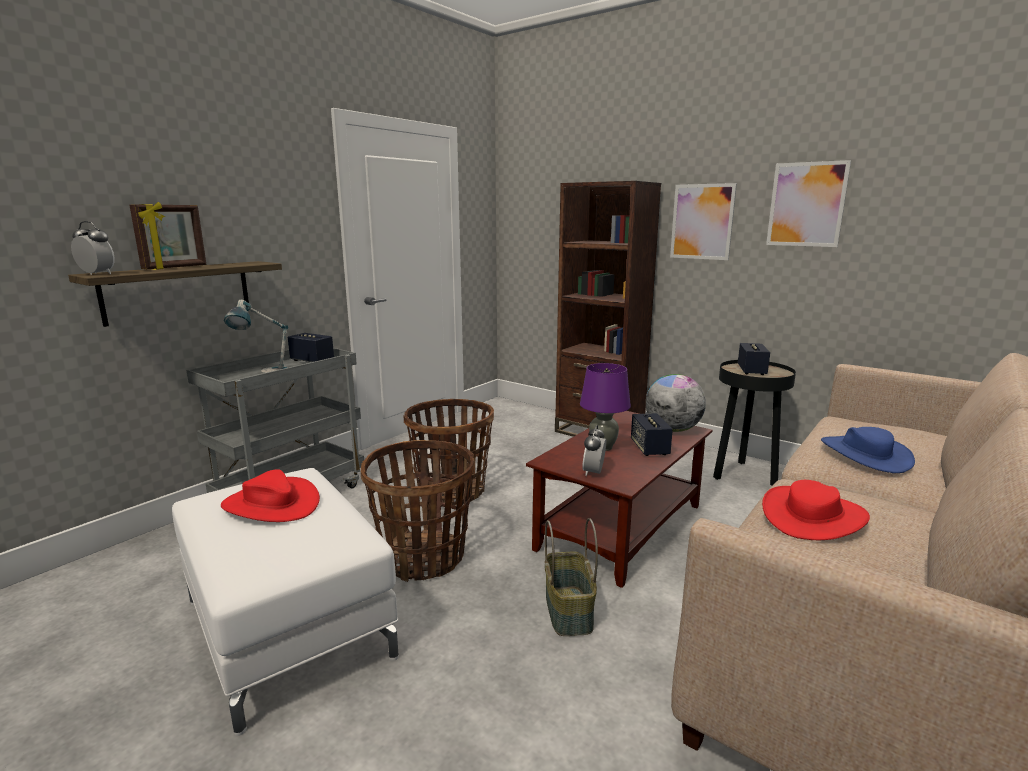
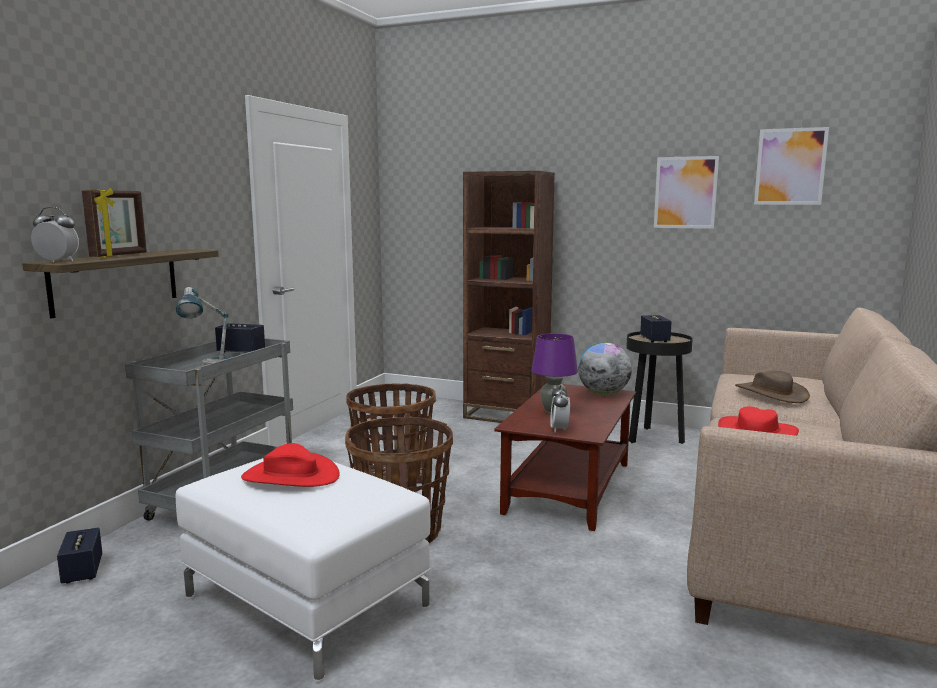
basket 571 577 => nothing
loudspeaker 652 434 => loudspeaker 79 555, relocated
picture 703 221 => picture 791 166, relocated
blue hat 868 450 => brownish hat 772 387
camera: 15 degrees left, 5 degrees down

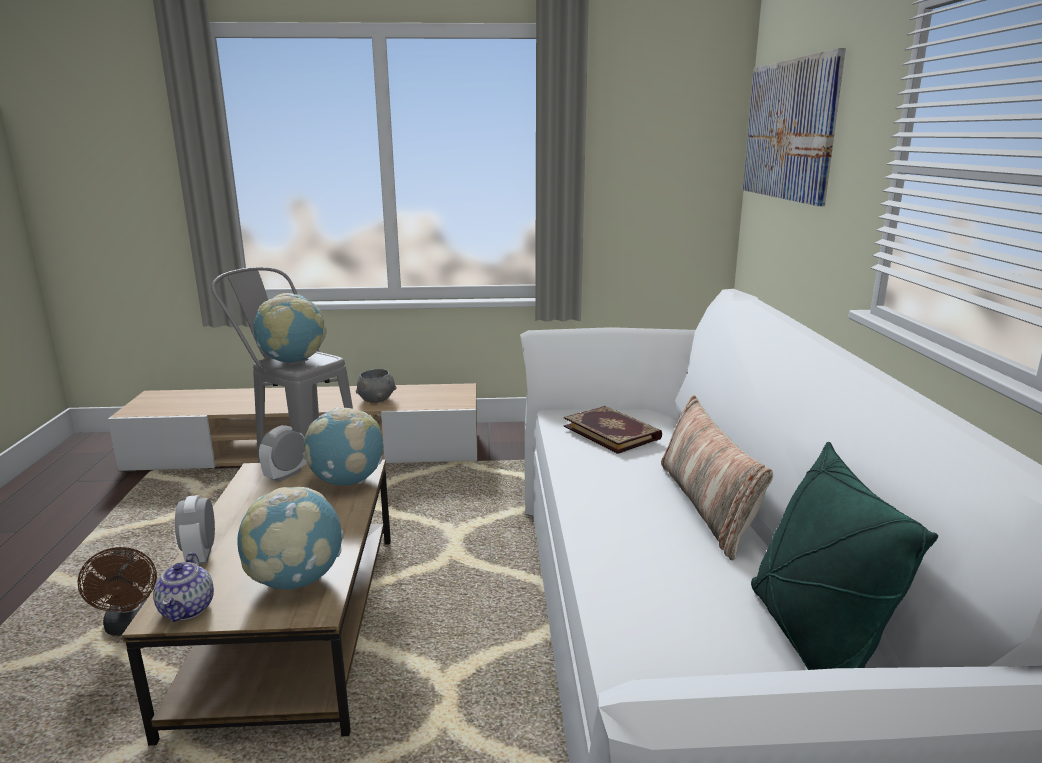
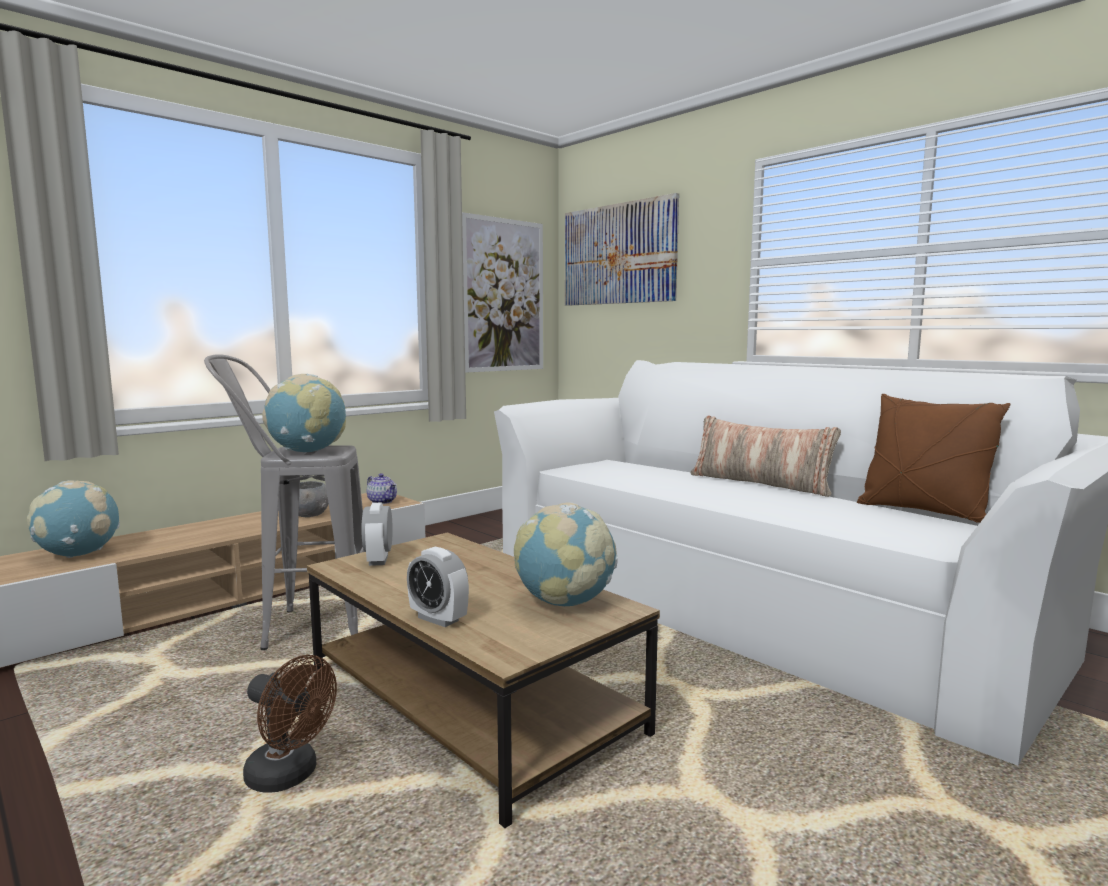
teapot 183 587 => teapot 382 488, relocated
globe 343 446 => globe 73 519, relocated
book 613 430 => nothing
green pillow 844 556 => brownish pillow 933 458
nothing => picture 502 292
camera: 40 degrees left, 10 degrees down

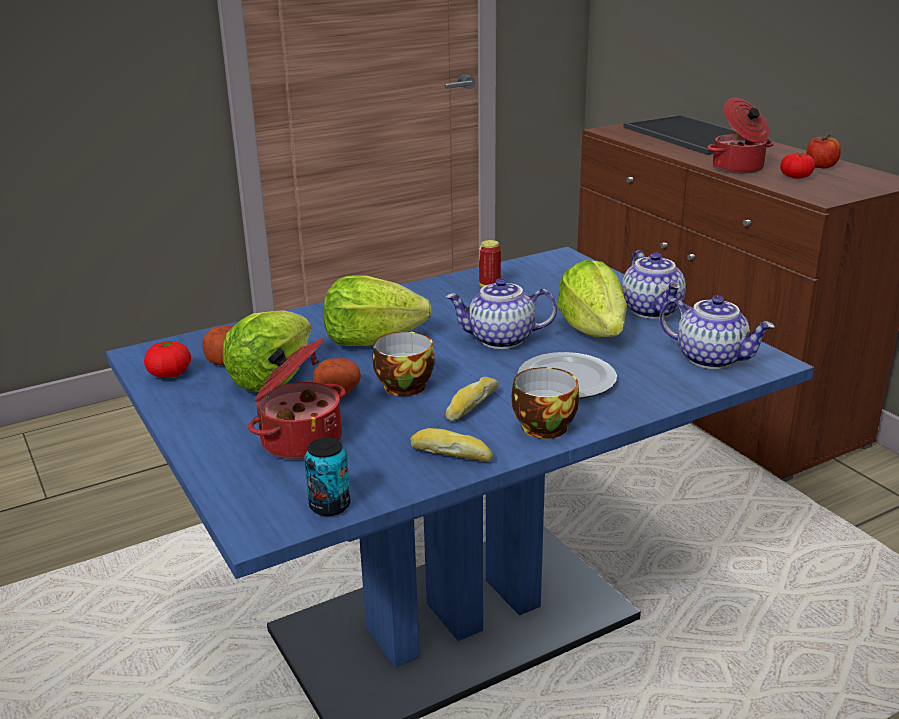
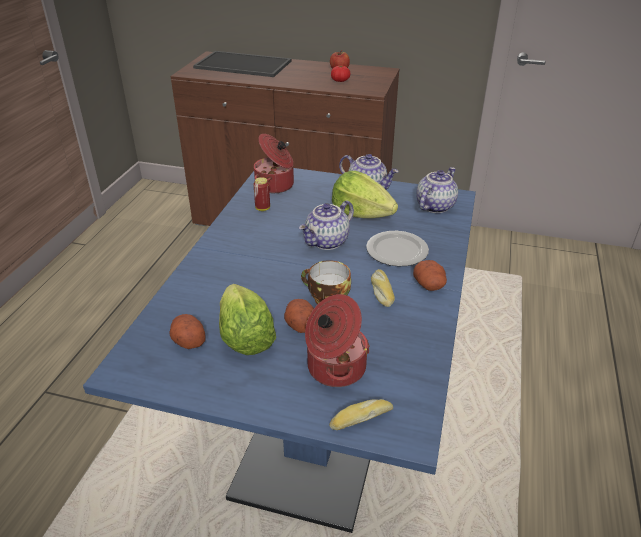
fresh tomato 167 359 => nothing
sealed can 327 477 => nothing
lettuce 378 310 => nothing
bakery bread 451 445 => bakery bread 361 414, relocated
drinking cup 545 403 => whole potato 430 275
teapot 717 332 => teapot 437 190, 45 degrees counterclockwise
stockpot 740 136 => stockpot 274 163, relocated
camera: 45 degrees left, 10 degrees up

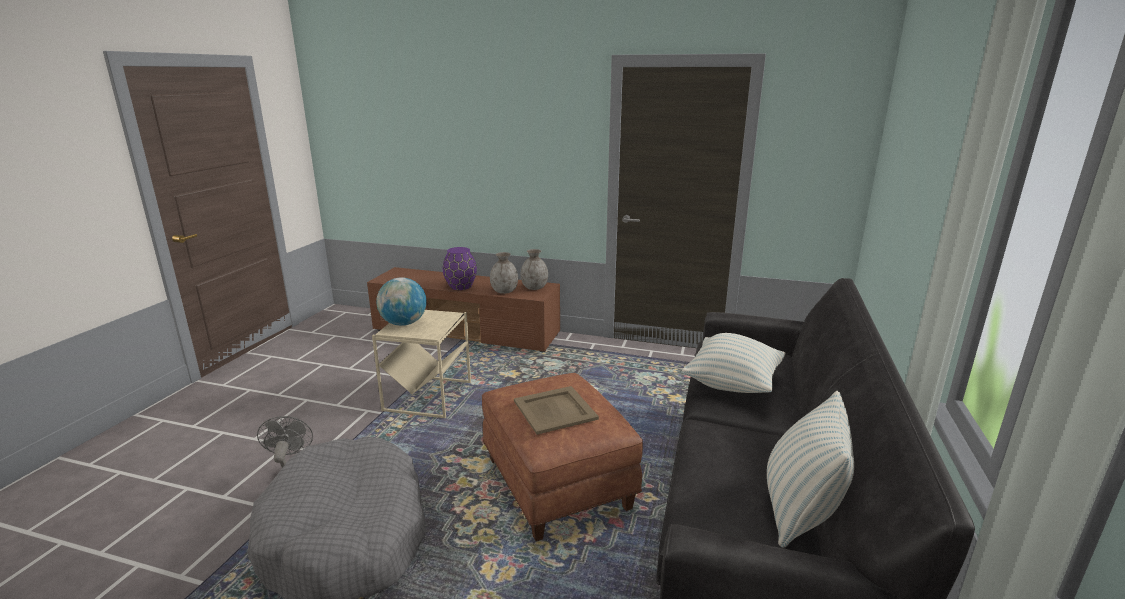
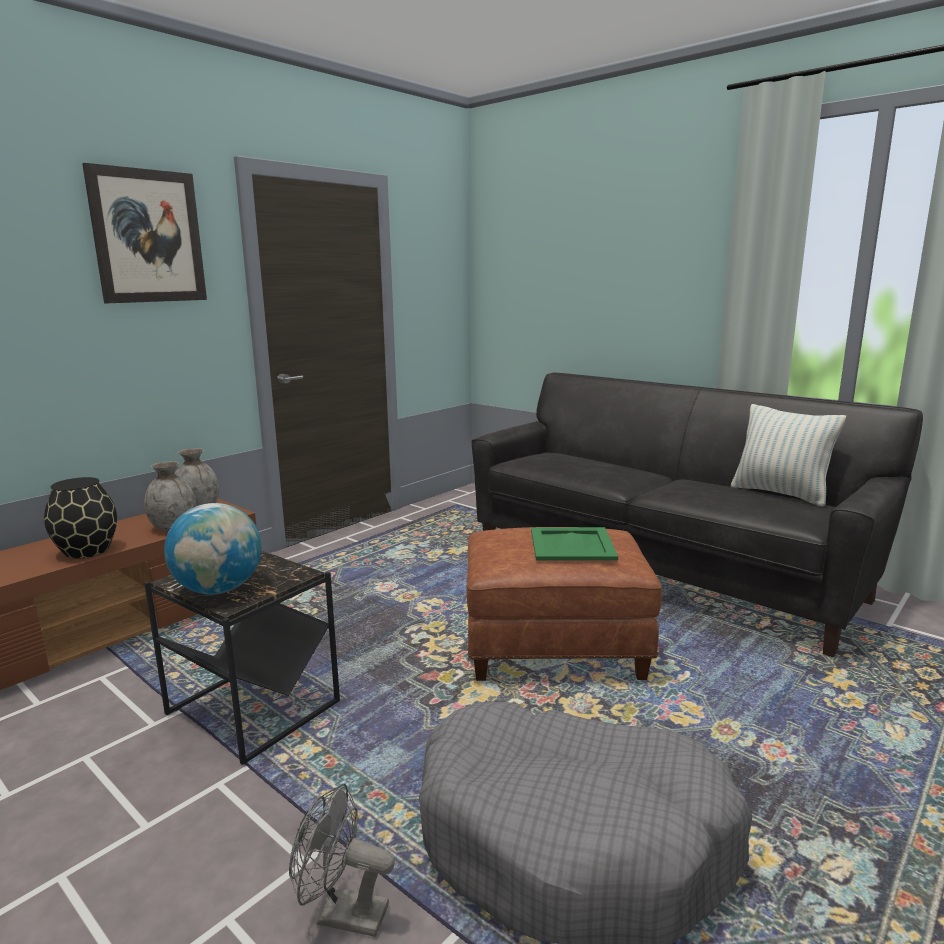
sand-coloured end table 421 364 => black end table 242 657
purple-coloured decorative vase 459 268 => black decorative vase 80 518
sand-coloured carrying tray 556 410 => green carrying tray 574 544
pillow 733 363 => nothing
nothing => picture 144 233
camera: 65 degrees left, 5 degrees down

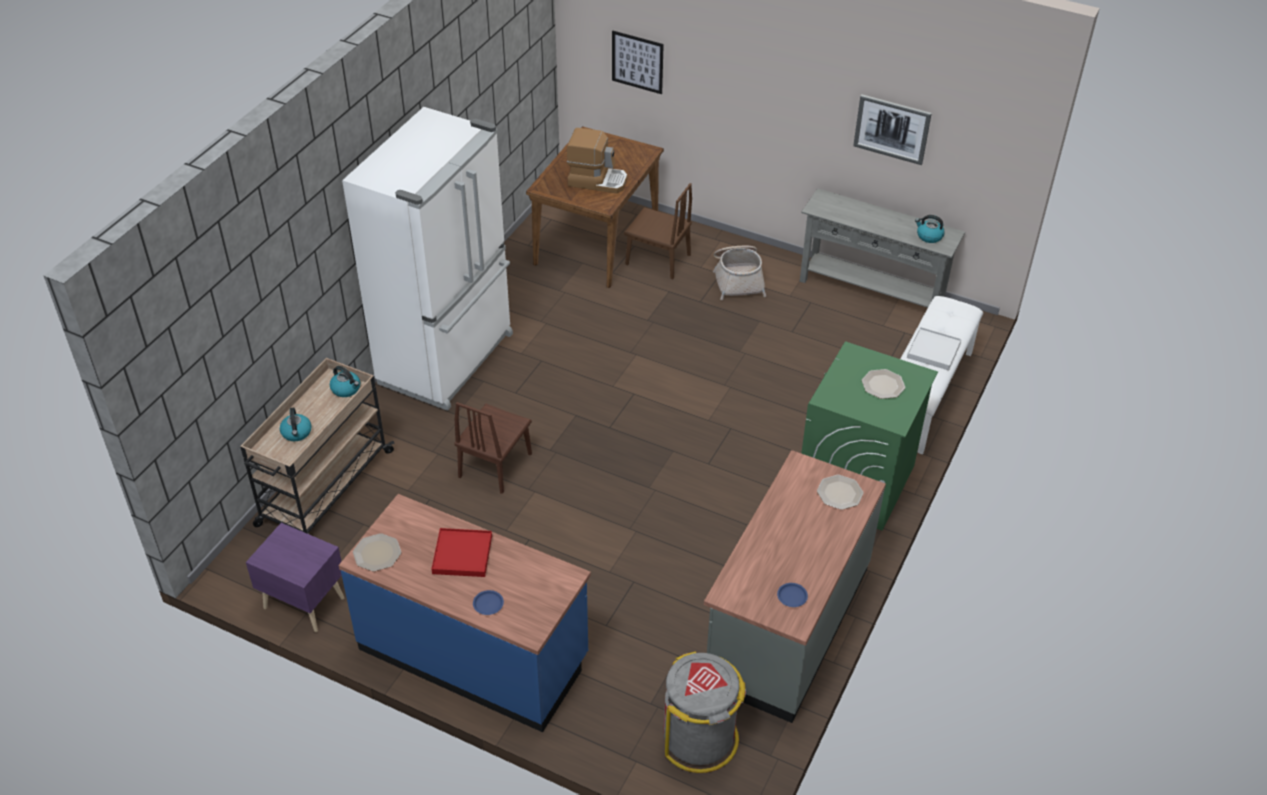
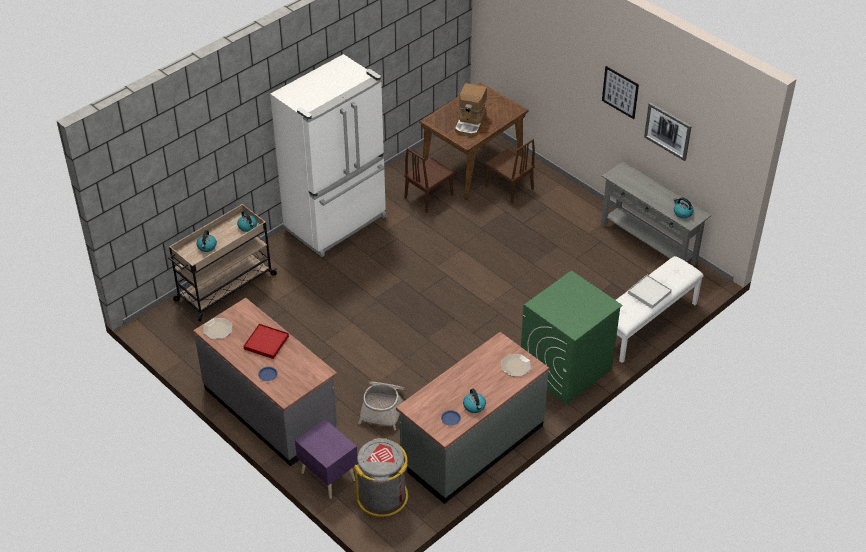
purple-coloured night table 295 577 => purple-coloured night table 326 459, relocated
blue kitchen base unit 465 613 => greyish kitchen base unit 265 382
brownish chair 493 448 => brownish chair 429 180, relocated
coffee machine 597 160 => coffee machine 471 110, 75 degrees clockwise
picture 638 62 => picture 620 92, relocated
basket 739 273 => basket 381 405, relocated
dinner plate 883 384 => nothing
nothing => water kettle 474 401
camera: 20 degrees right, 0 degrees up

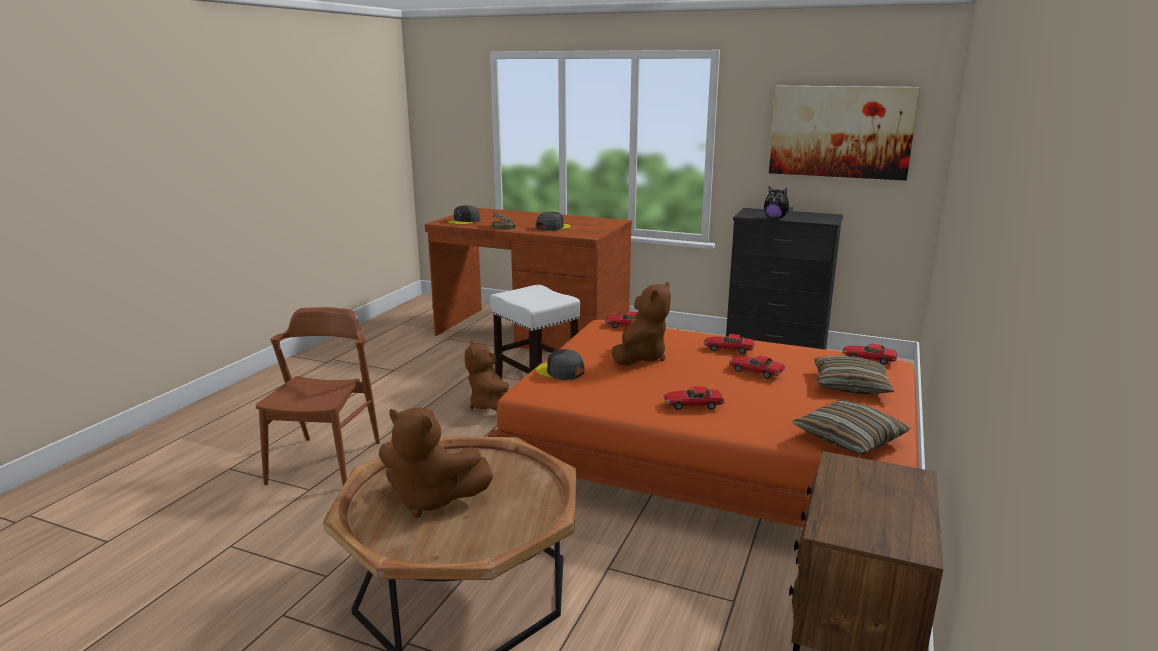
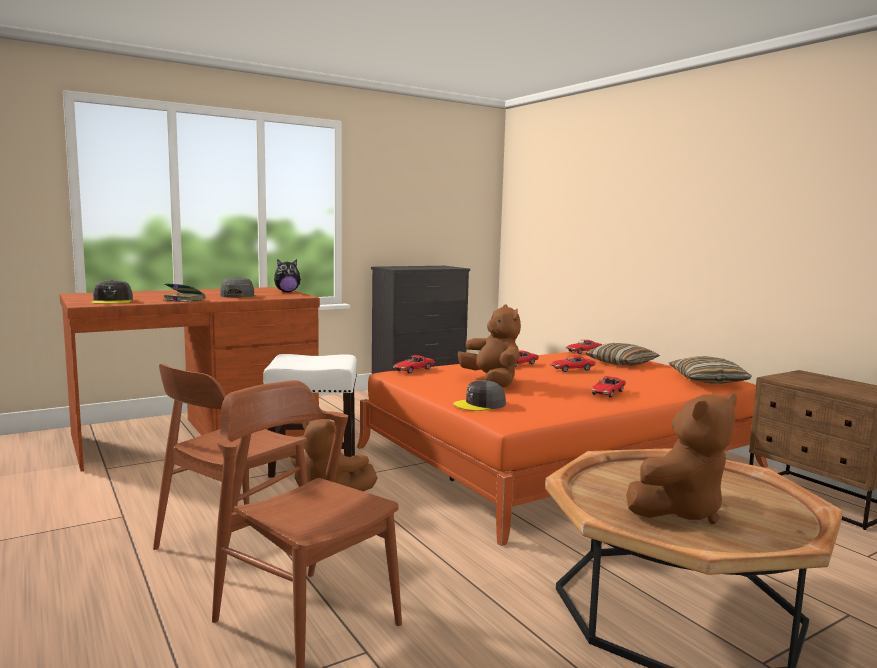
cuddly toy 778 203 => cuddly toy 287 275, relocated
picture 844 133 => nothing
nothing => brownish chair 230 457
camera: 55 degrees left, 10 degrees down

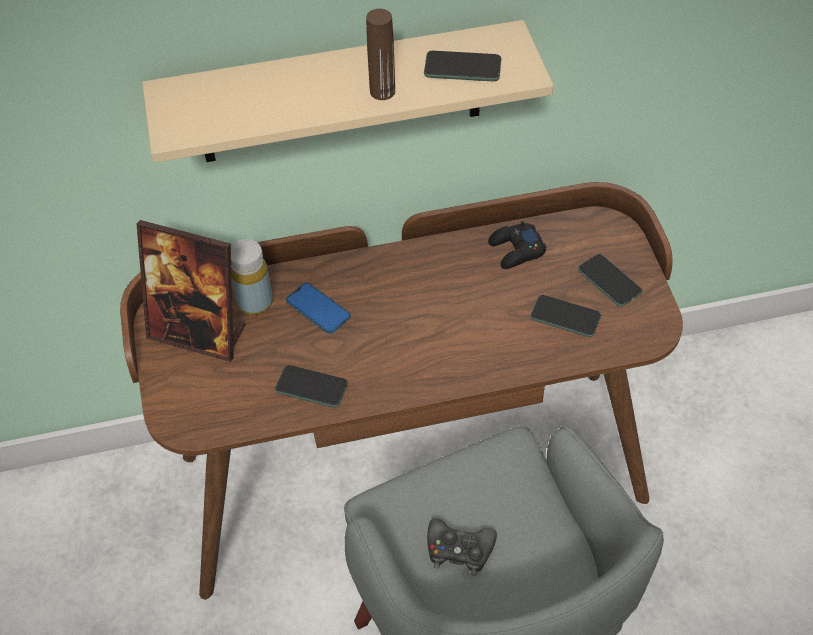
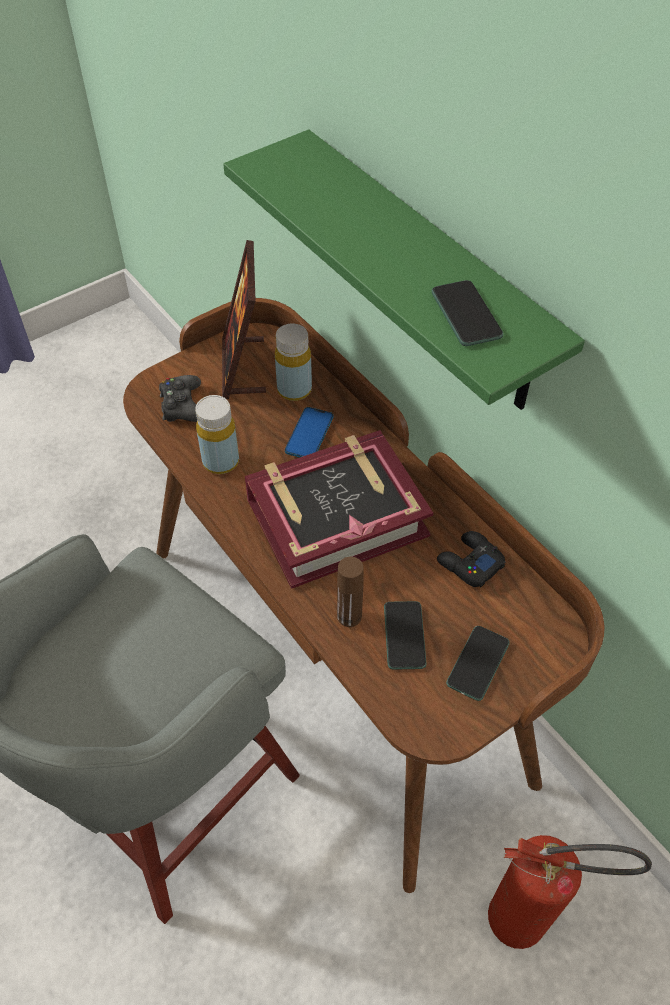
sand-coloured wall shelf 347 91 => green wall shelf 404 270
telephone 311 386 => yellow drink bottle 217 434
brownish drink bottle 380 54 => brownish drink bottle 350 592, relocated
black joypad 462 547 => black joypad 180 398, relocated
nothing => book 339 509
nothing => fire extinguisher 570 892
camera: 65 degrees right, 0 degrees up

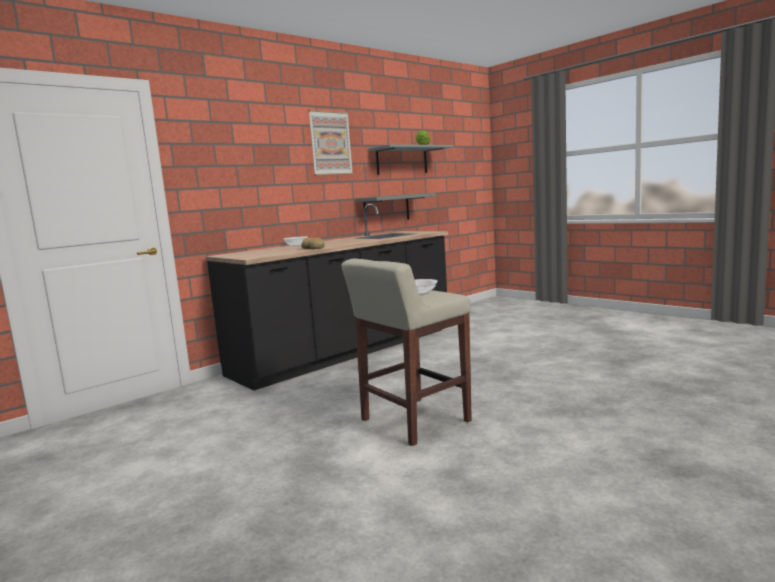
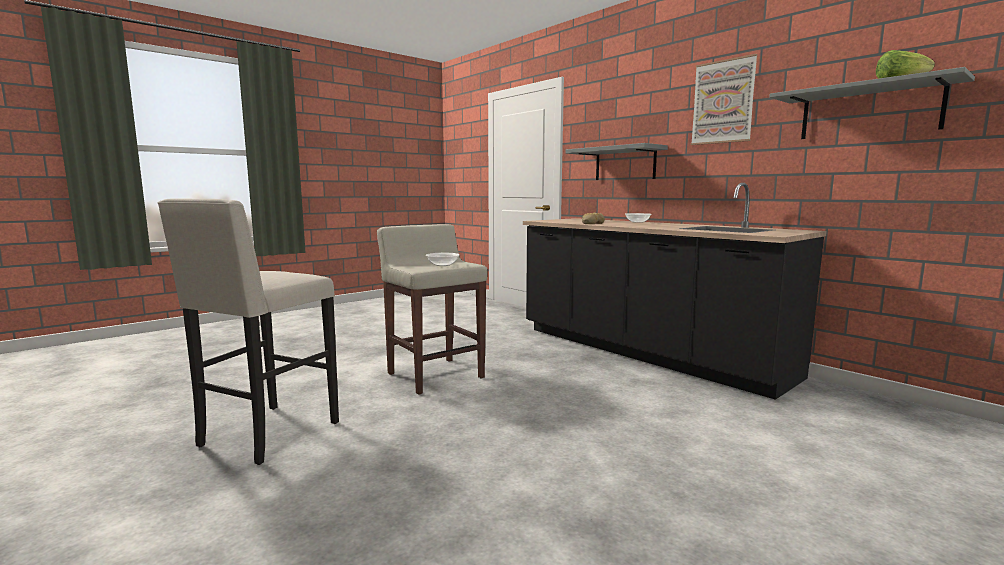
greyish wall shelf 395 206 => greyish wall shelf 617 161, relocated
nothing => sand-coloured stool seat 248 331
camera: 90 degrees right, 0 degrees up

